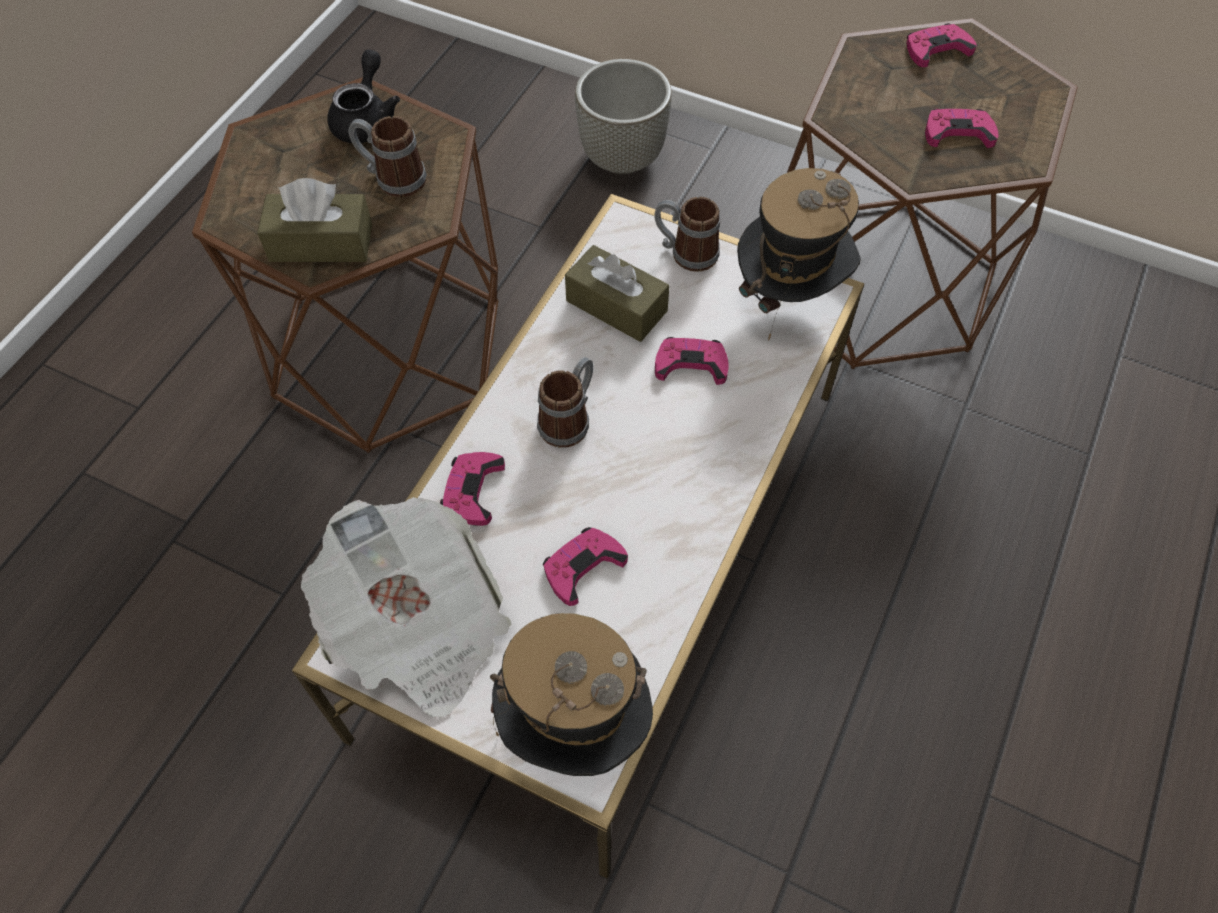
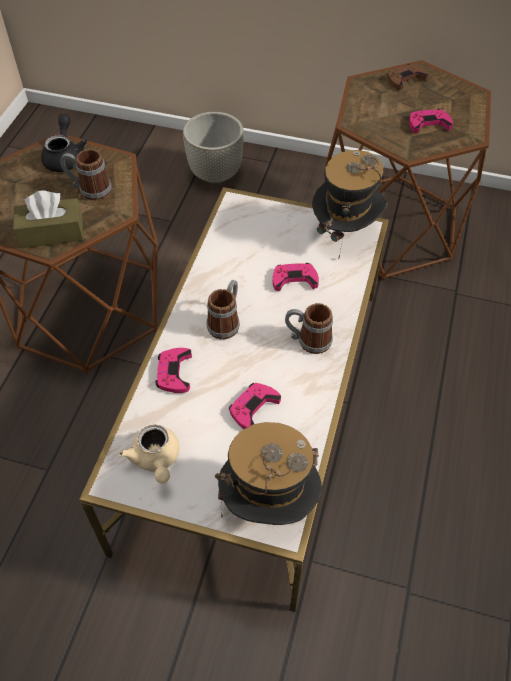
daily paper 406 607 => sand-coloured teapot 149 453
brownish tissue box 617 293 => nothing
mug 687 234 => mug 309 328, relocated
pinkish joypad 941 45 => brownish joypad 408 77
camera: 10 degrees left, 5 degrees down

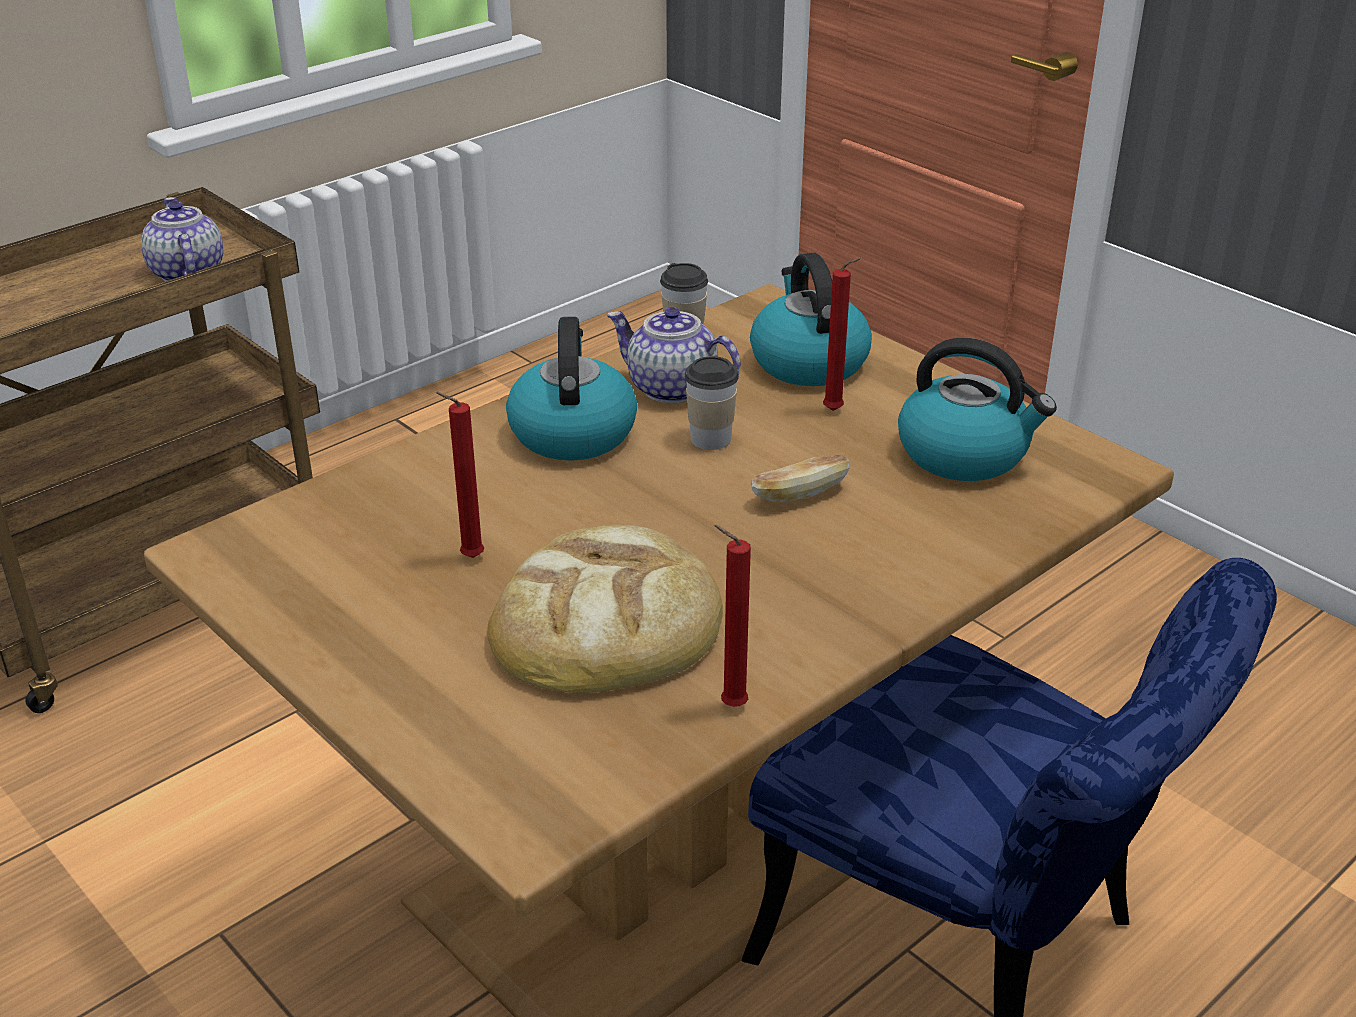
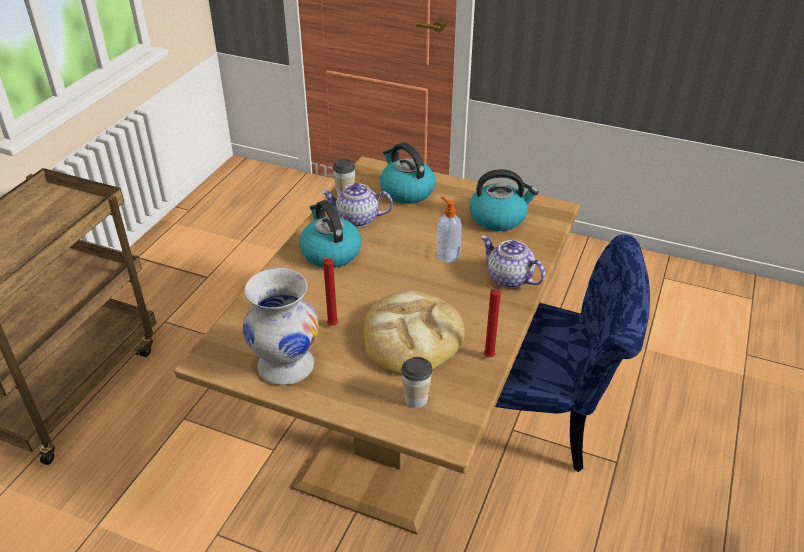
teapot 182 239 => teapot 513 261, relocated
drinking cup 712 403 => drinking cup 417 382, relocated
bakery bread 800 478 => soap bottle 449 229
red-coloured wax light 842 334 => nothing
nothing => white decorative vase 281 326
camera: 25 degrees left, 5 degrees up

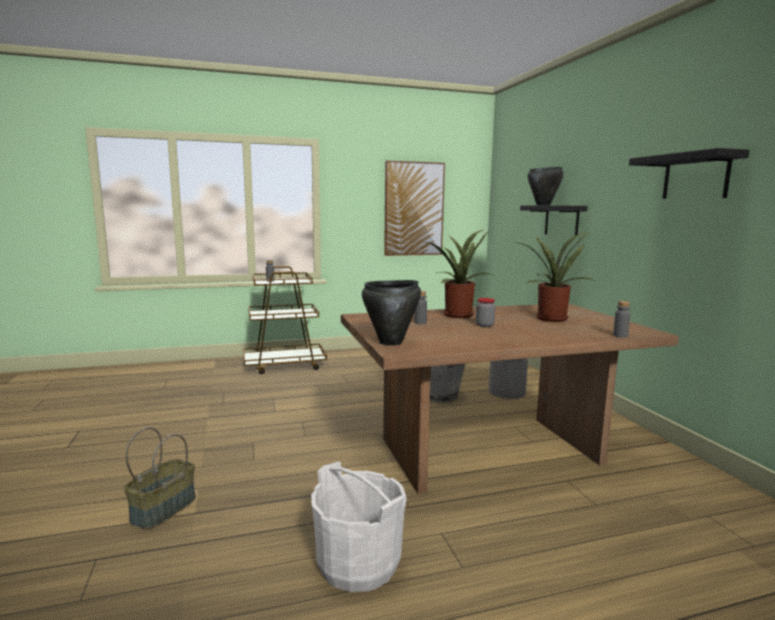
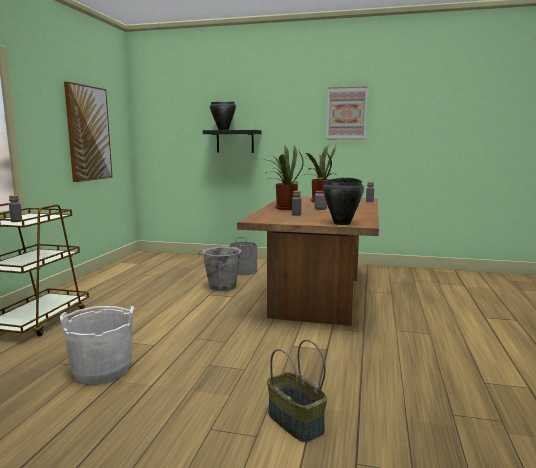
white bucket 359 526 => white bucket 97 345, relocated
black wall shelf 689 173 => picture 347 113
camera: 60 degrees left, 0 degrees up

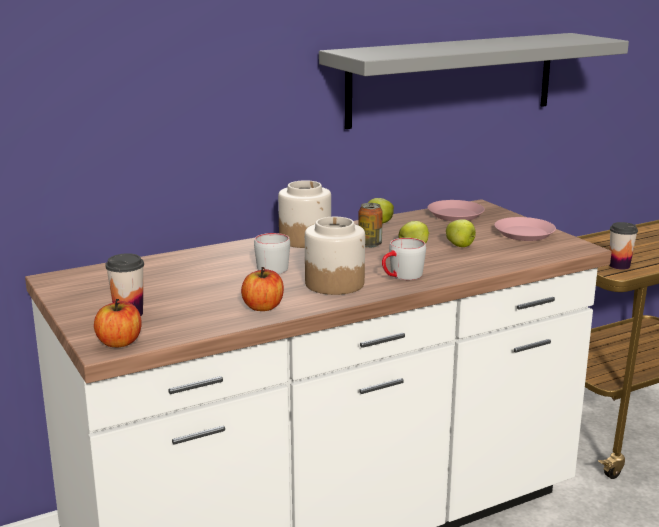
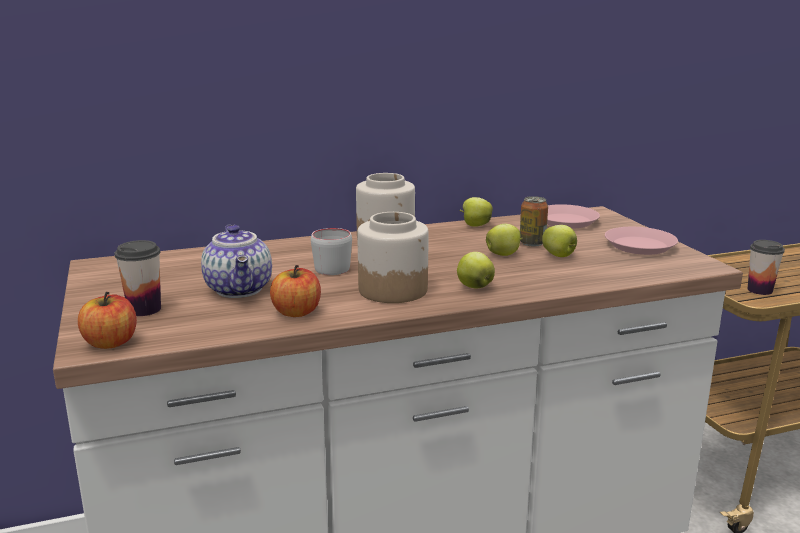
greyish wall shelf 474 81 => nothing
sealed can 370 225 => sealed can 534 221, relocated
greyish mug 404 259 => apple fruit 476 270
nothing => teapot 236 261
camera: 10 degrees right, 0 degrees up

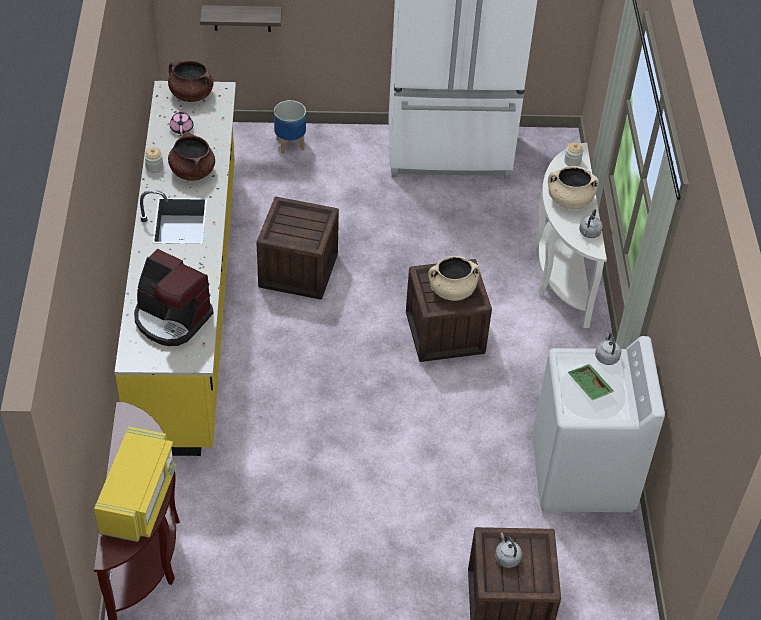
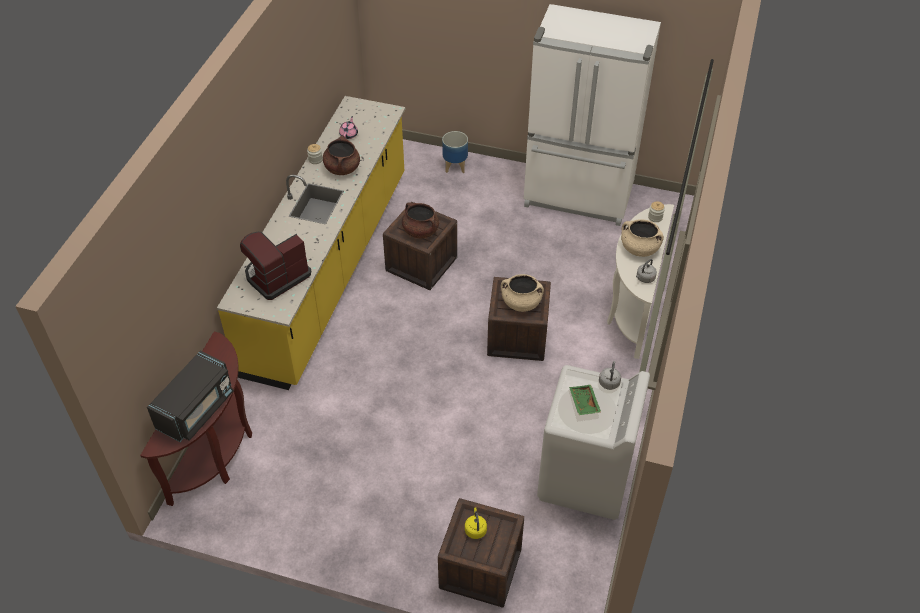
yellow microwave oven 135 484 => black microwave oven 190 396
coffee machine 173 297 => coffee machine 275 266, 90 degrees clockwise
brownish stockpot 191 81 => brownish stockpot 420 220, relocated
wall shelf 241 18 => nothing
greyish water kettle 508 550 => yellow water kettle 476 523
camera: 20 degrees right, 0 degrees up

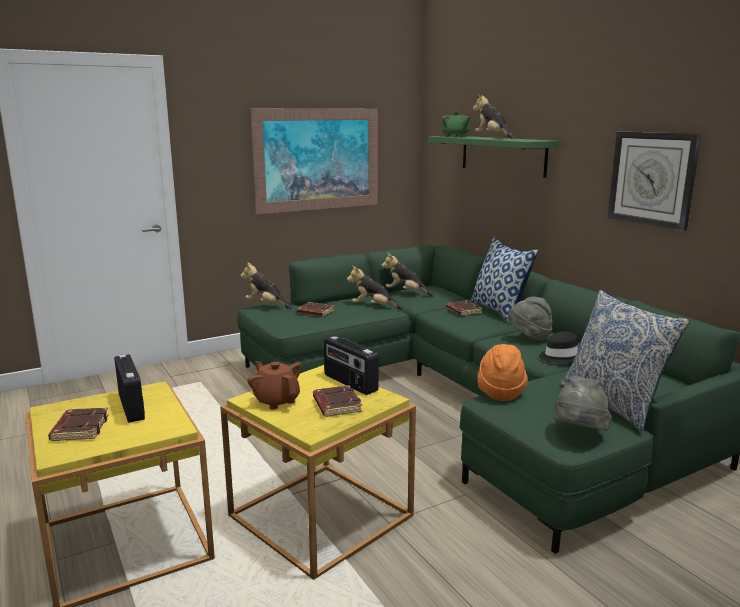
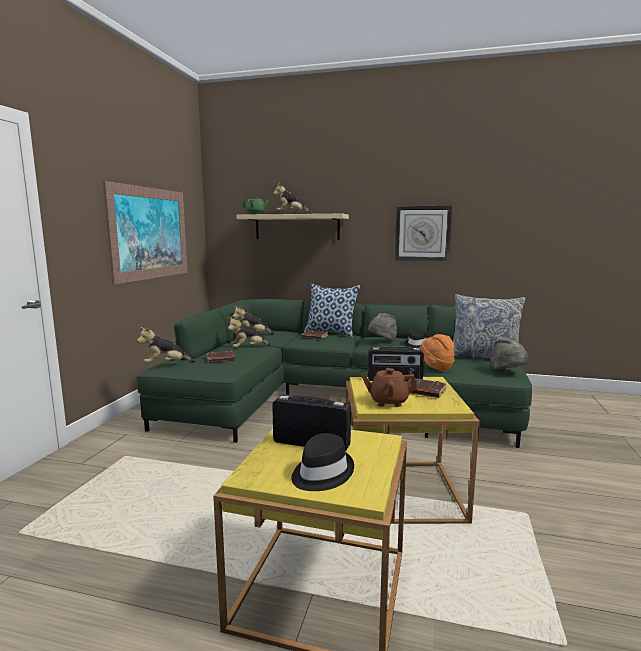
brownish book 78 424 => black hat 322 462
green wall shelf 493 157 => sand-coloured wall shelf 292 227
camera: 45 degrees left, 5 degrees down

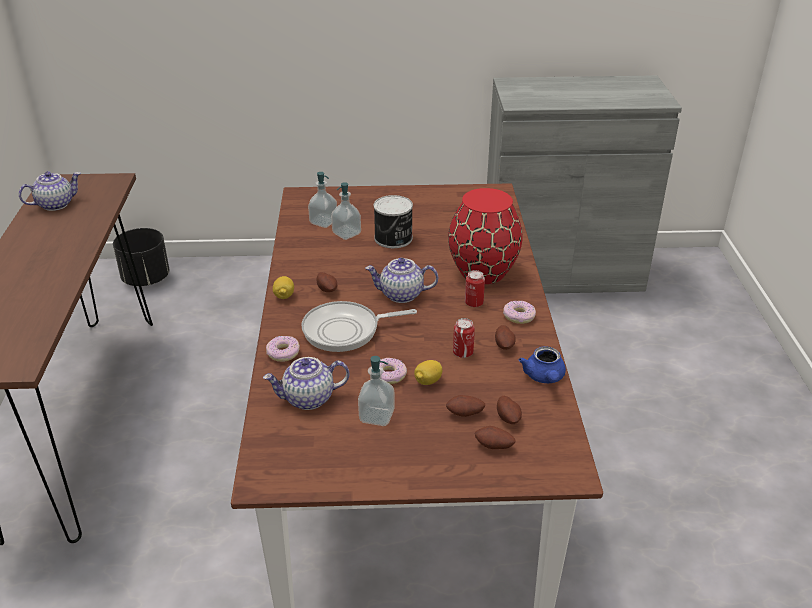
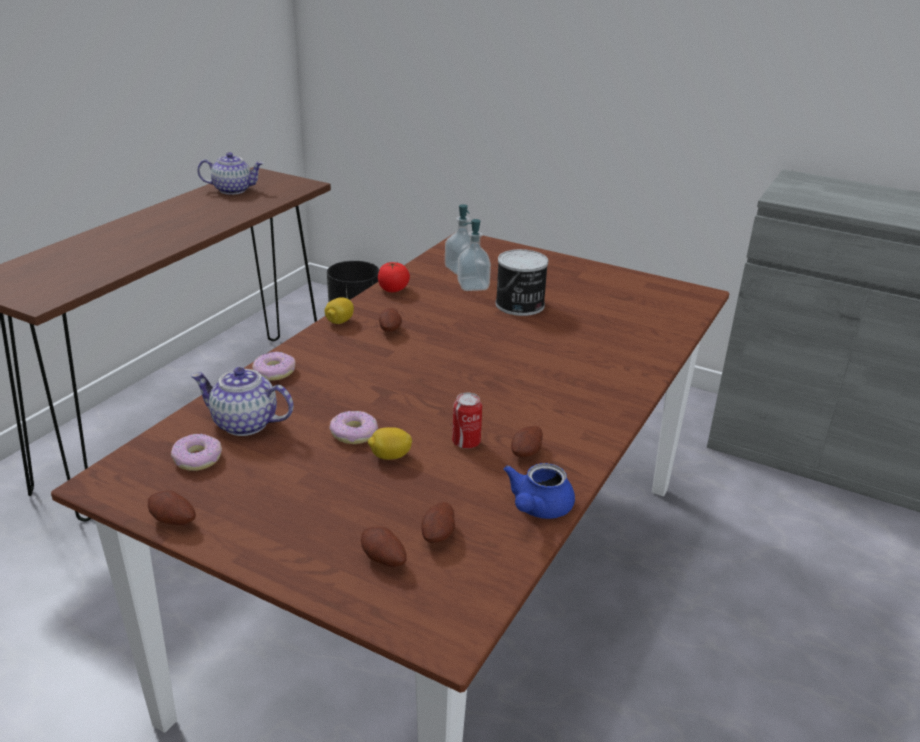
skillet 359 326 => nothing
soap bottle 376 391 => nothing
teapot 401 280 => nothing
whole potato 465 406 => whole potato 172 507, relocated
red-coloured decorative vase 485 236 => nothing
sealed can 475 288 => nothing
ring doughnut 519 312 => ring doughnut 196 452, relocated
nothing => fresh tomato 394 277
camera: 30 degrees right, 5 degrees down

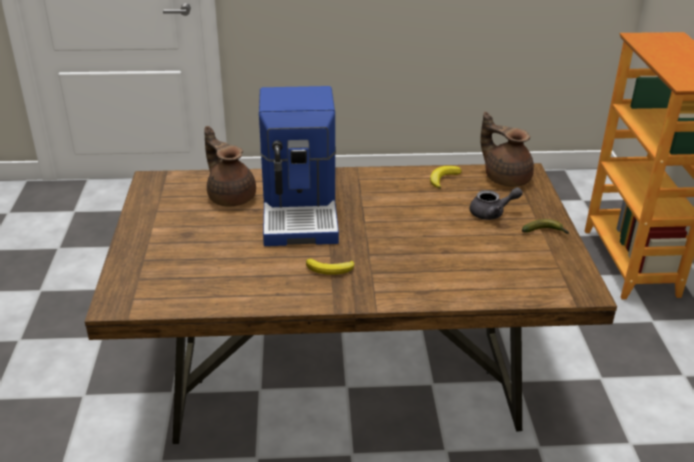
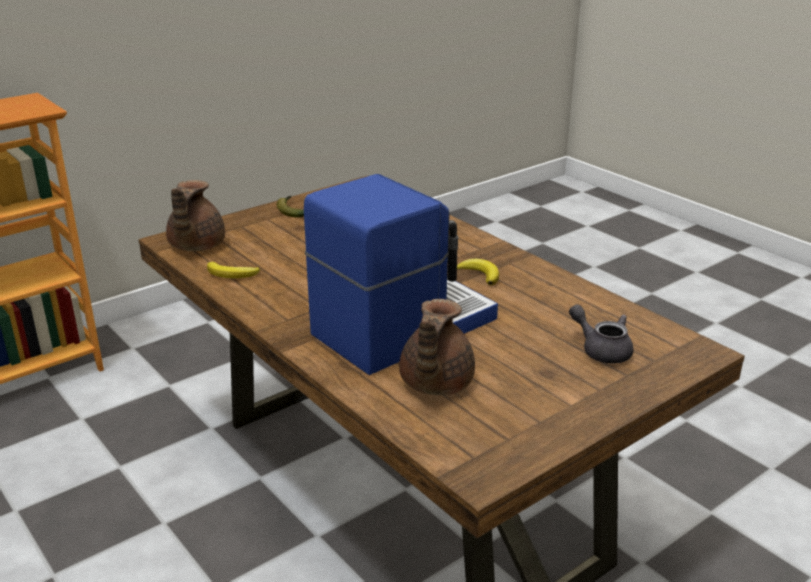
greyish teapot 496 203 => greyish teapot 601 334, relocated
camera: 125 degrees left, 5 degrees down

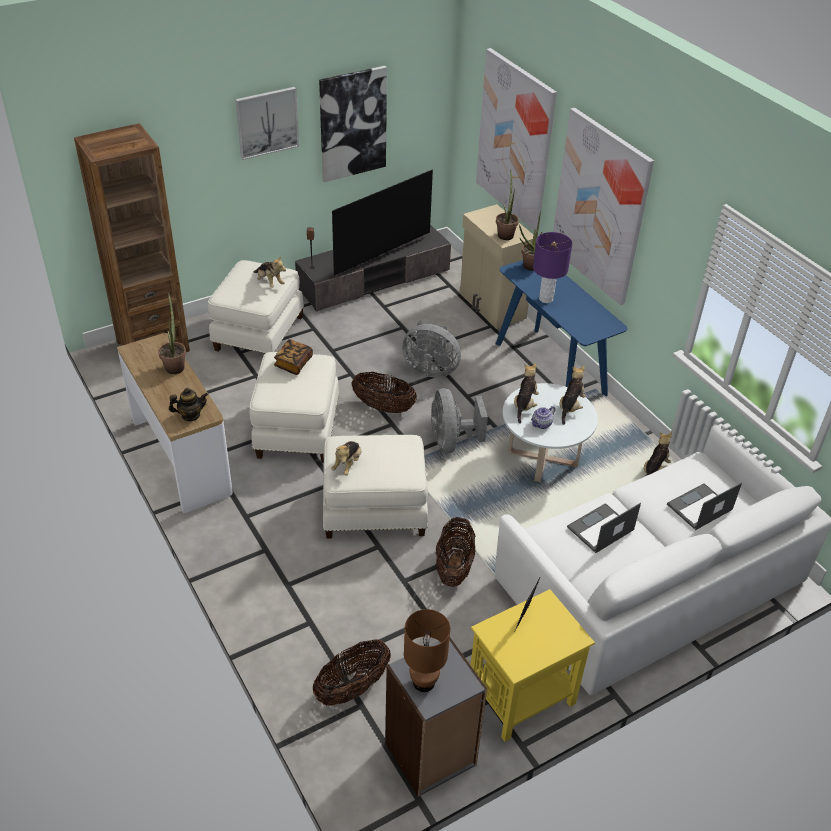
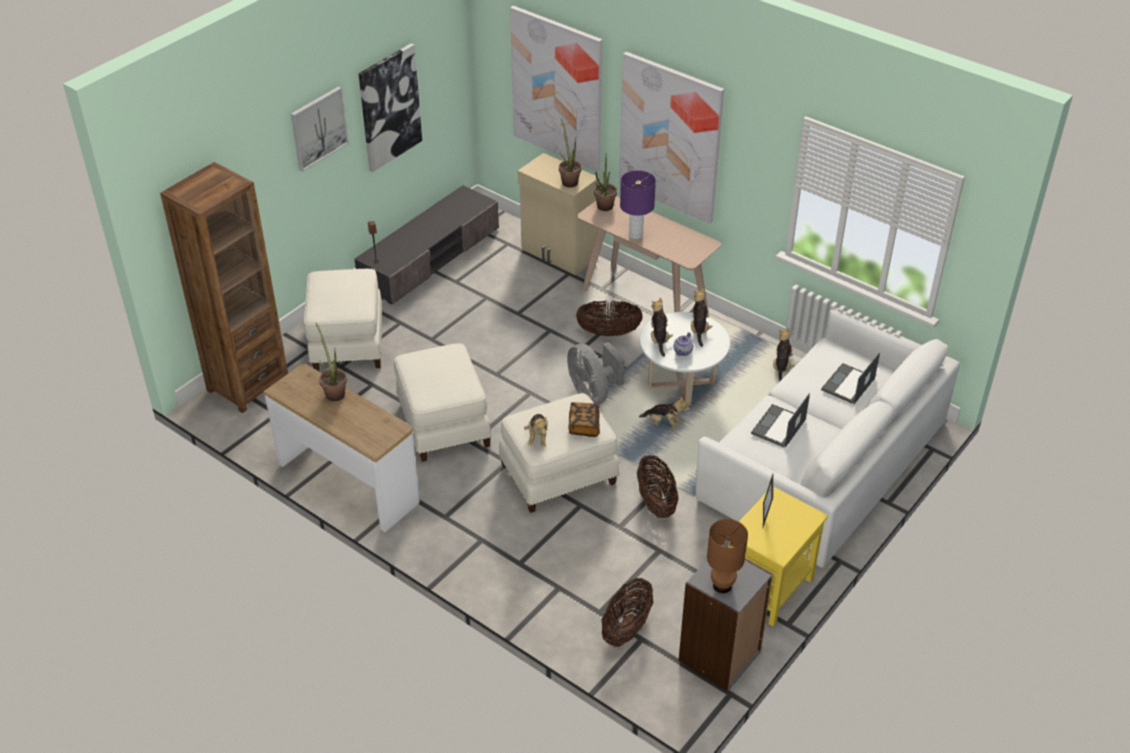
teapot 188 404 => nothing
cuddly toy 270 272 => cuddly toy 664 413, relocated
book 293 357 => book 584 419, relocated
TV 382 223 => nothing
basket 384 392 => basket 609 318, relocated
greyish electric fan 431 349 => nothing
blue hall table 562 328 => sand-coloured hall table 649 254
camera: 20 degrees left, 0 degrees up

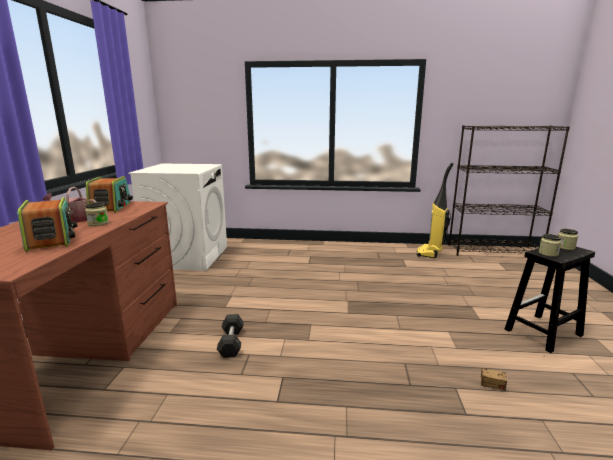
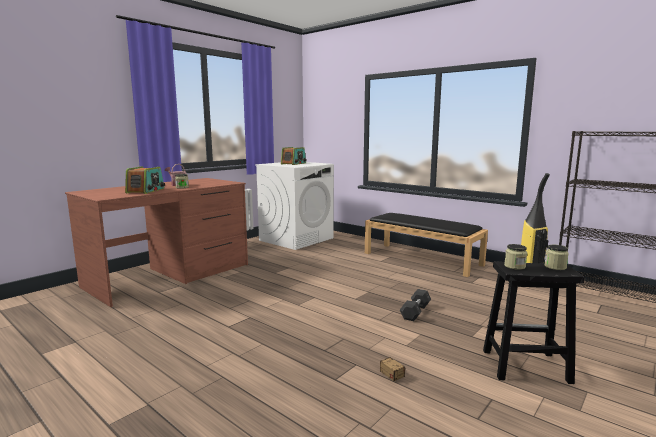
radio 109 194 => radio 294 156, relocated
greyish dumbbell 230 336 => greyish dumbbell 415 305, relocated
nothing => black long seat 426 245
camera: 35 degrees right, 5 degrees down

